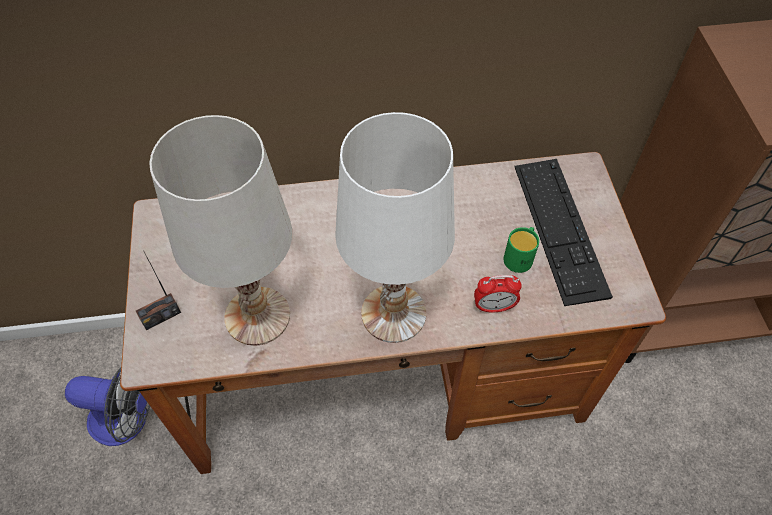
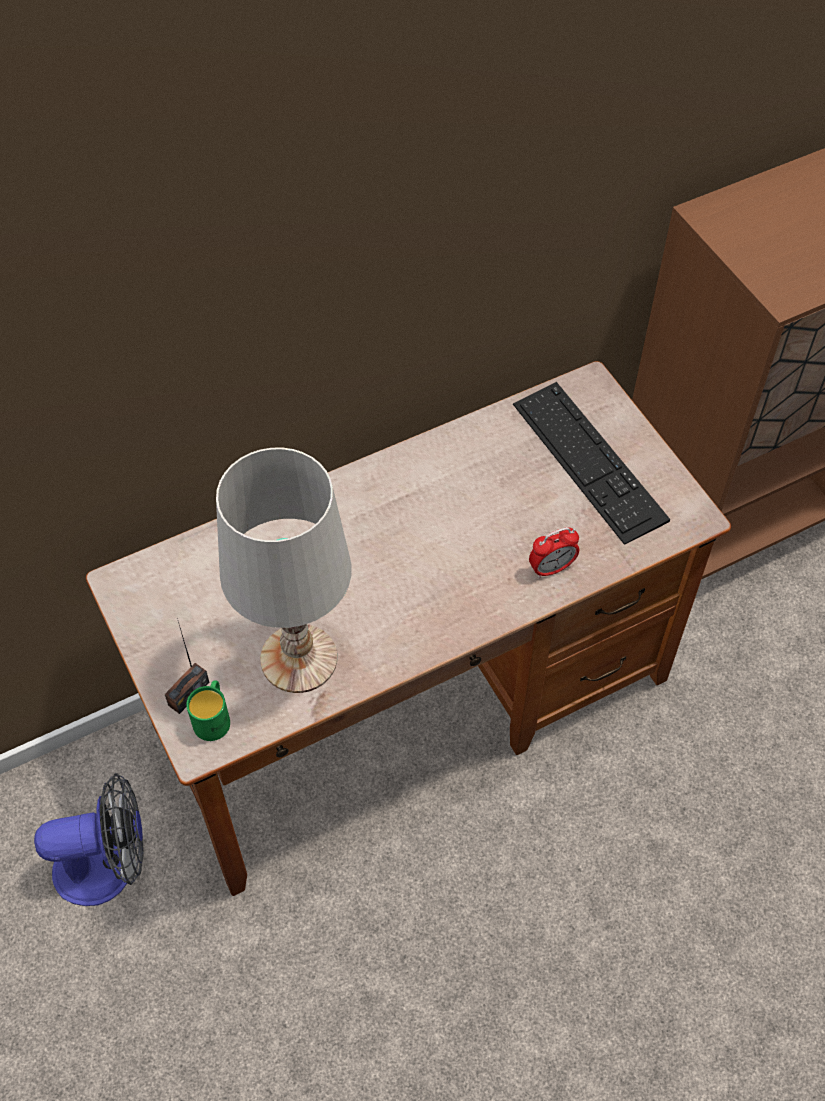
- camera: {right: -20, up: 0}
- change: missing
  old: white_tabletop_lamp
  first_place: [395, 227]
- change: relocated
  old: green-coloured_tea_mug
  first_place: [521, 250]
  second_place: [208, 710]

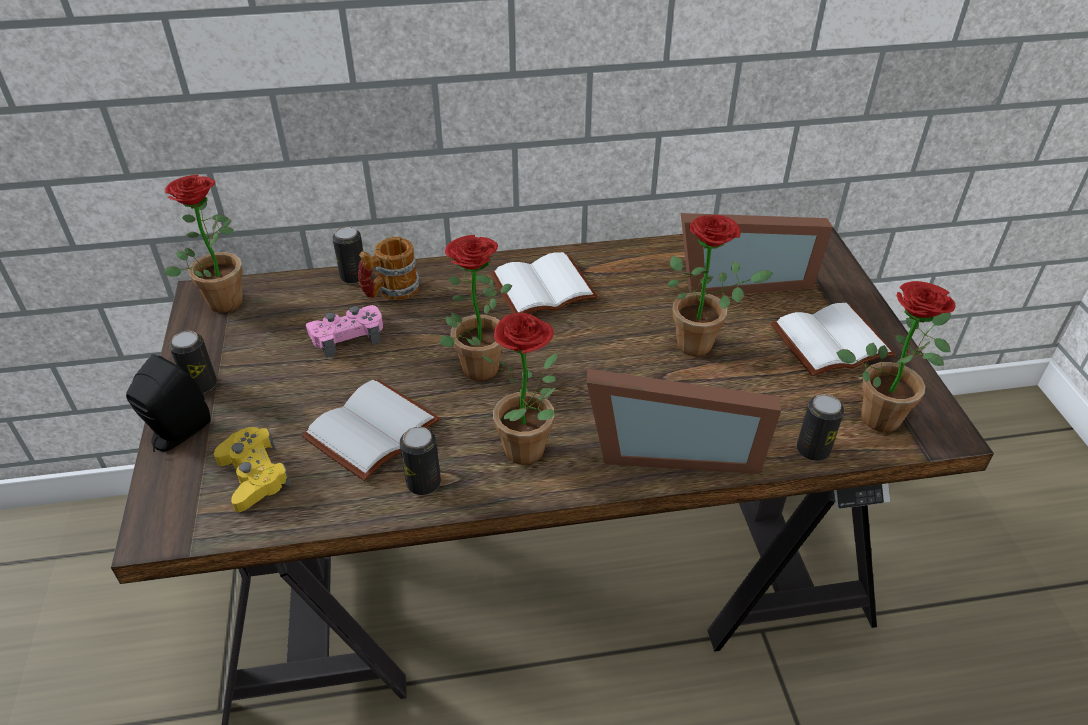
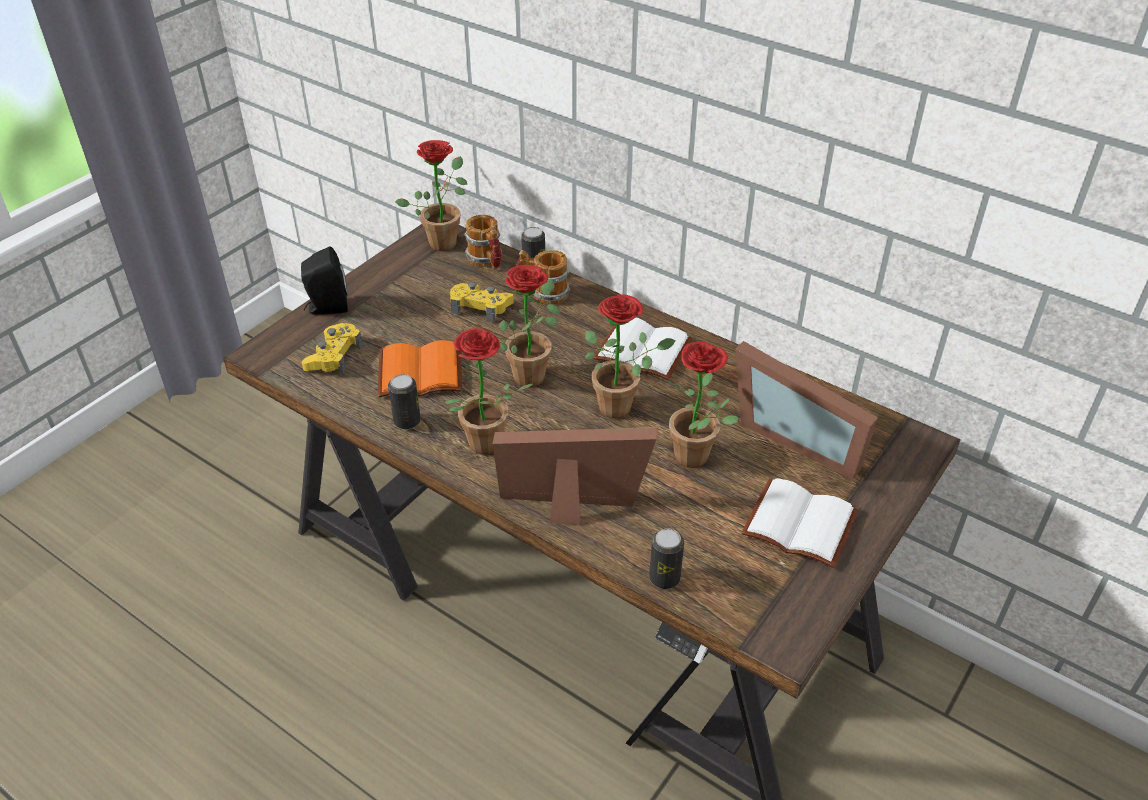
- camera: {right: 45, up: 0}
- change: missing
  old: sealed_can
  first_place: [193, 362]
- change: colour
  old: white_bound_book
  new: orangey_bound_book
  first_place: [370, 430]
  second_place: [420, 368]
- change: colour
  old: pinkish_gamepad
  new: yellow_gamepad
  first_place: [344, 331]
  second_place: [482, 302]
- change: spun
  old: picture_frame
  first_place: [684, 421]
  second_place: [575, 476]
  degrees: 135
- change: relocated
  old: potted_plant
  first_place: [896, 356]
  second_place: [630, 356]
- change: appeared
  new: tea_mug
  second_place: [483, 242]

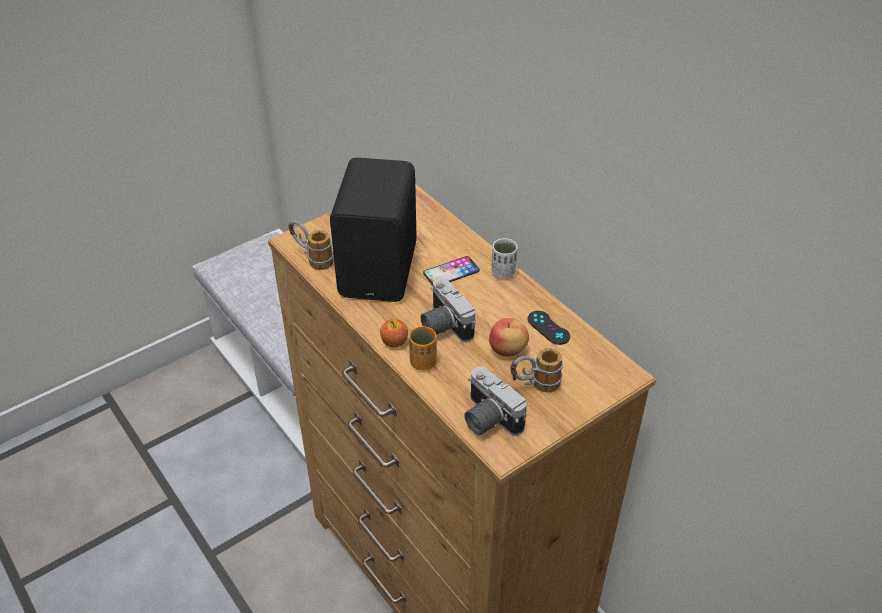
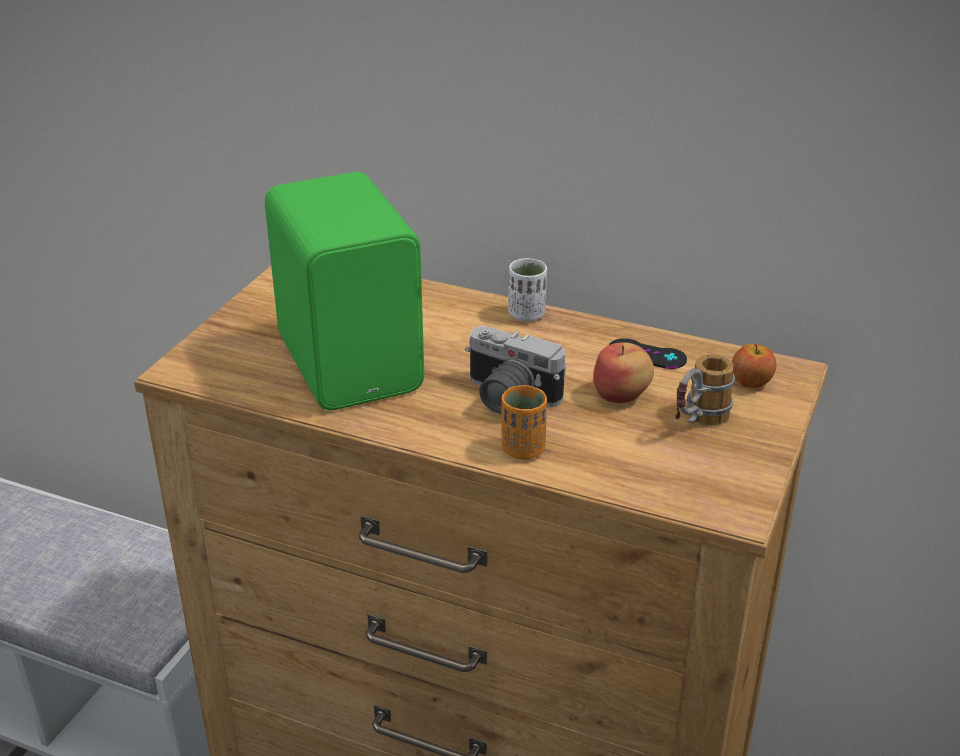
- camera: {right: -30, up: -10}
- change: missing
  old: tea_mug
  first_place: [311, 245]
- change: colour
  old: black_audio_speaker
  new: green-coloured_audio_speaker
  first_place: [373, 230]
  second_place: [344, 291]
- change: relocated
  old: whole_apple
  first_place: [394, 333]
  second_place: [754, 365]
- change: missing
  old: handset
  first_place: [451, 271]
- change: missing
  old: still_camera
  first_place: [495, 401]

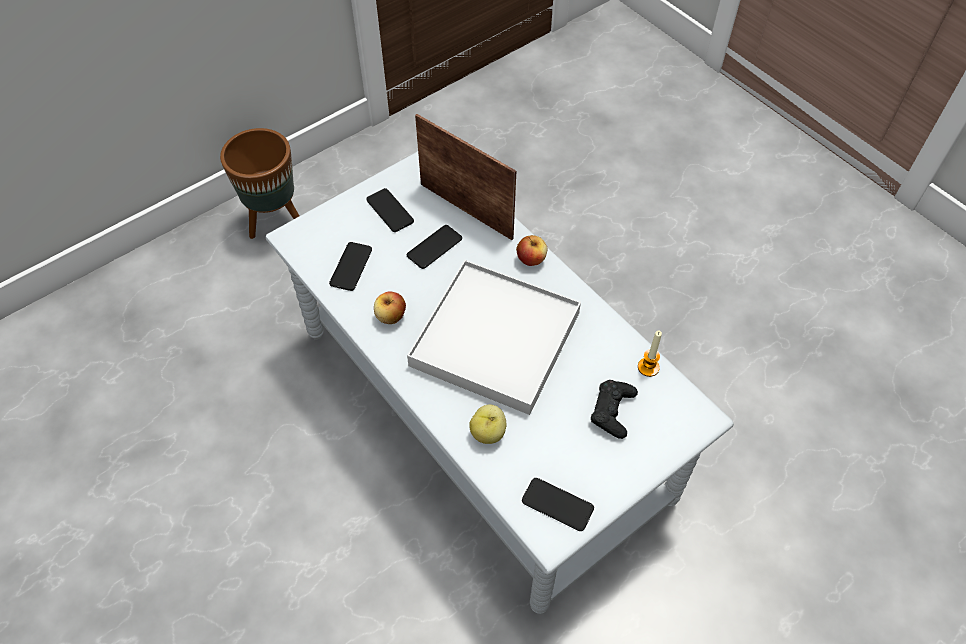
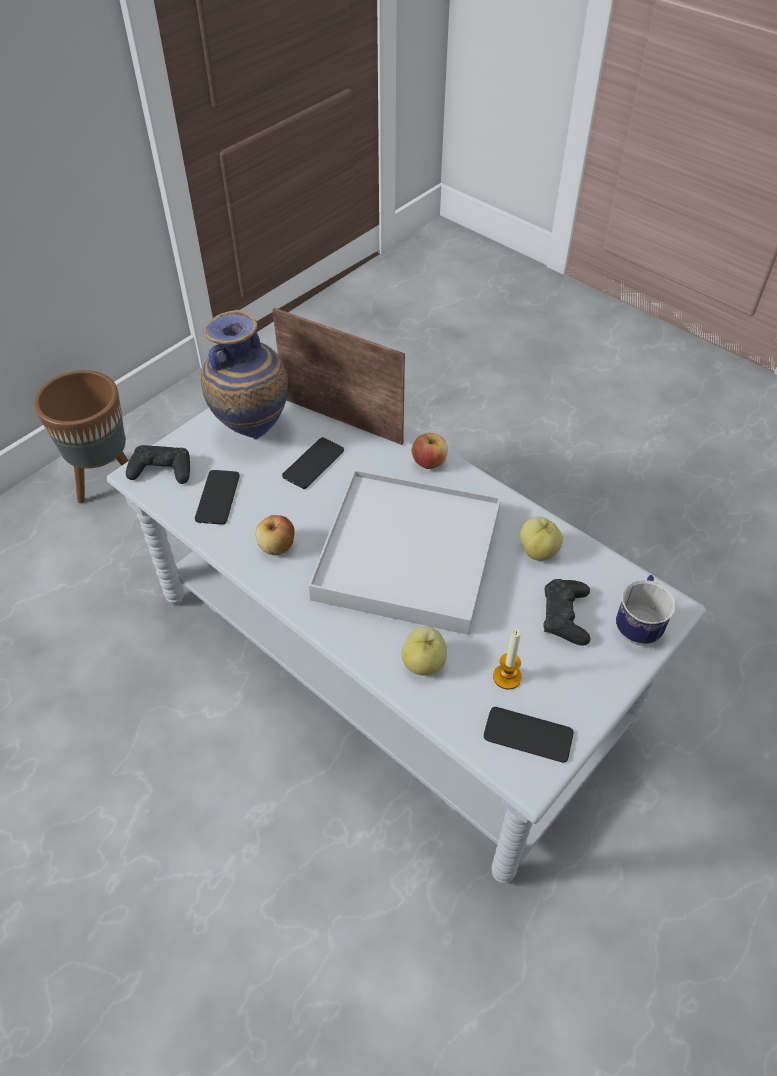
- camera: {right: -10, up: -5}
- change: exchanged
  old: handset
  new: decorative_vase
  first_place: [390, 210]
  second_place: [244, 375]
- change: relocated
  old: candle
  first_place: [650, 353]
  second_place: [507, 659]
- change: appeared
  new: black_gamepad
  second_place: [158, 464]
- change: appeared
  new: whole_apple
  second_place: [541, 539]
- change: appeared
  new: tea_mug
  second_place: [646, 610]

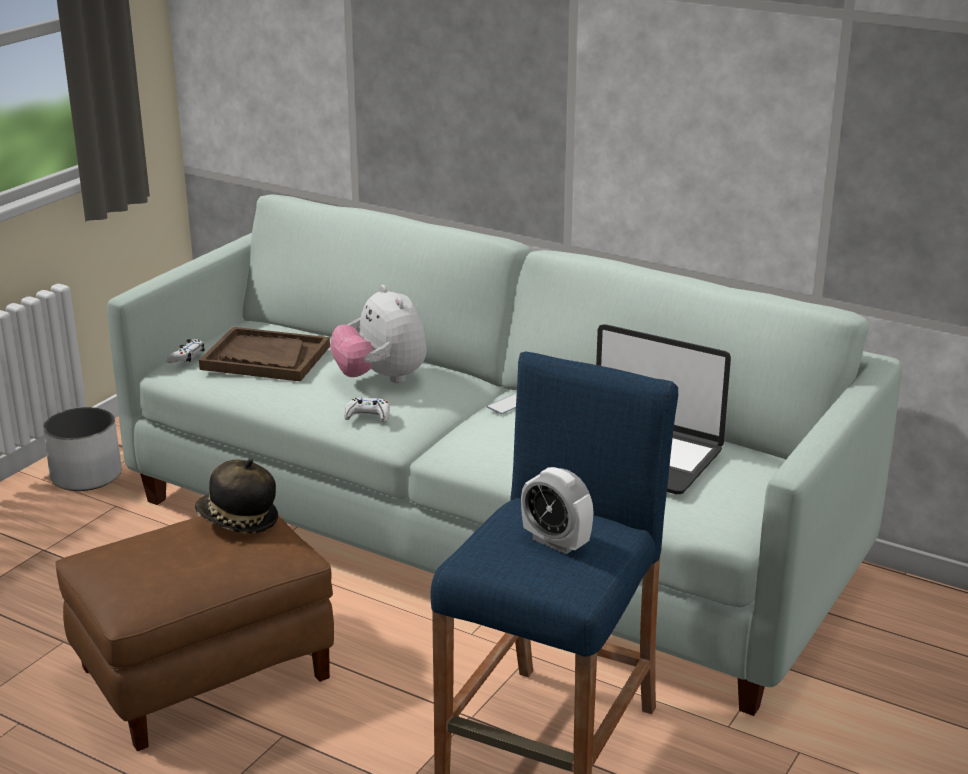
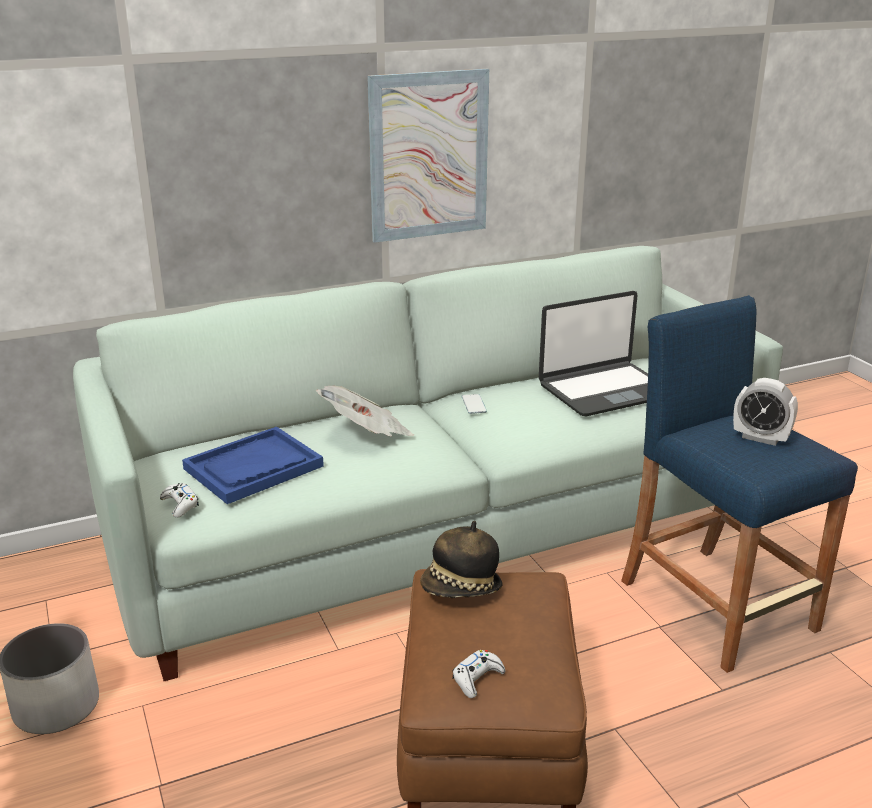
- camera: {right: -55, up: 0}
- change: colour
  old: brown_tray
  new: bluish_tray
  first_place: [264, 354]
  second_place: [253, 465]
- change: exchanged
  old: soft_toy
  new: printed_paper
  first_place: [379, 334]
  second_place: [365, 411]
- change: relocated
  old: white_gamepad
  first_place: [367, 410]
  second_place: [478, 674]
- change: spun
  old: table_clock
  first_place: [557, 510]
  second_place: [765, 412]
  degrees: 45
- change: appeared
  new: wall_art
  second_place: [428, 156]

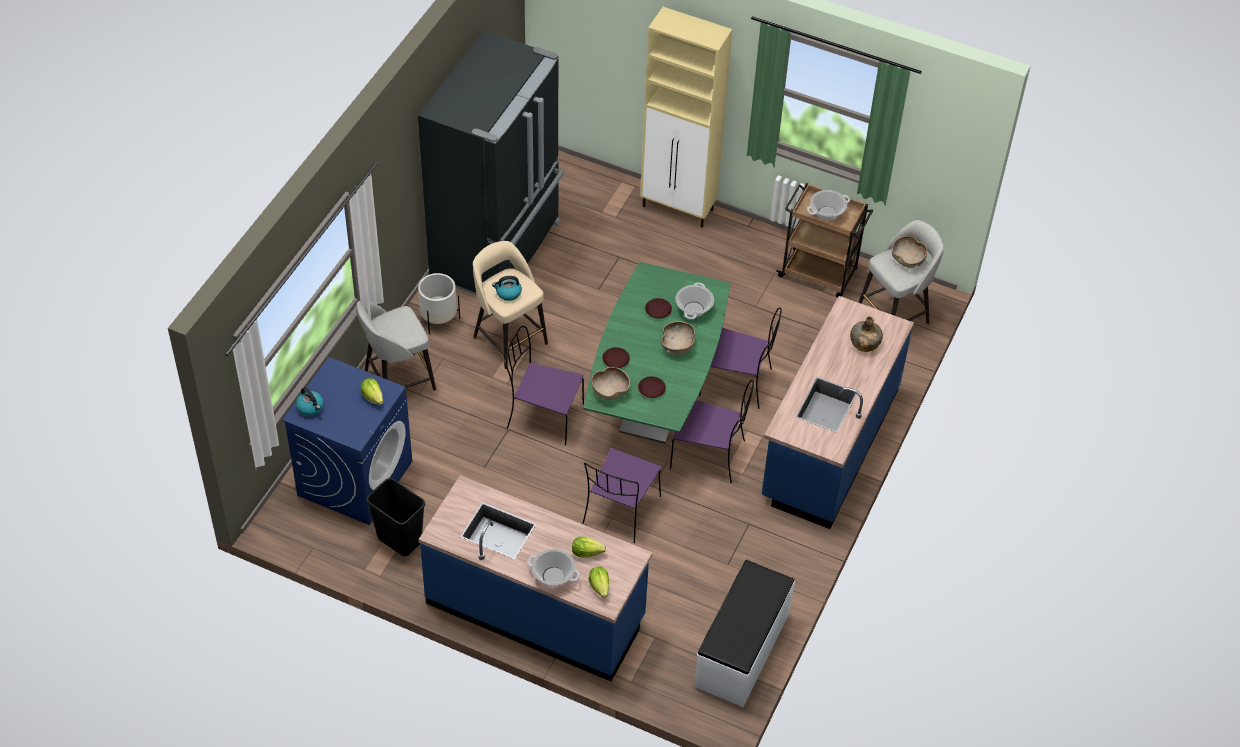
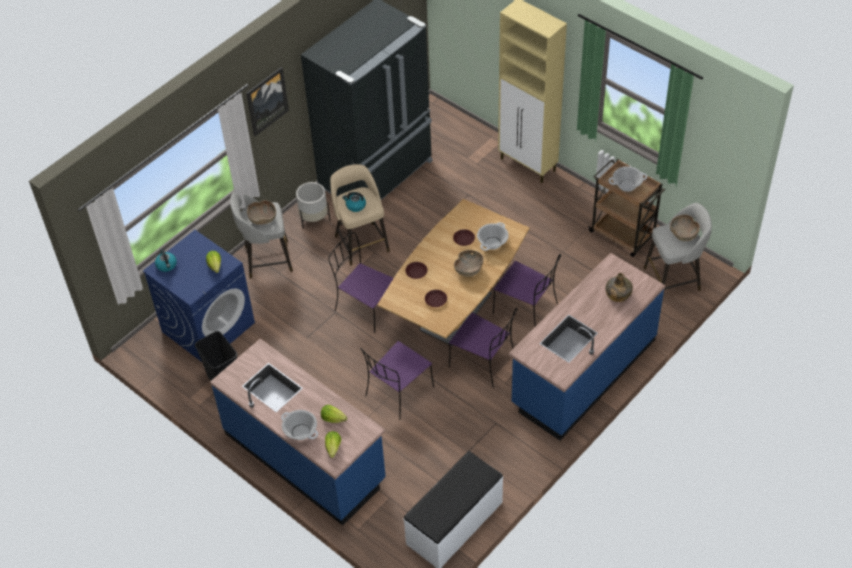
- camera: {right: 20, up: 0}
- change: colour
  old: green-coloured_dining_table
  new: brown_dining_table
  first_place: [656, 352]
  second_place: [453, 272]
- change: relocated
  old: brown_serving_bowl
  first_place: [610, 383]
  second_place: [261, 212]
- change: appeared
  new: wall_art
  second_place: [267, 101]

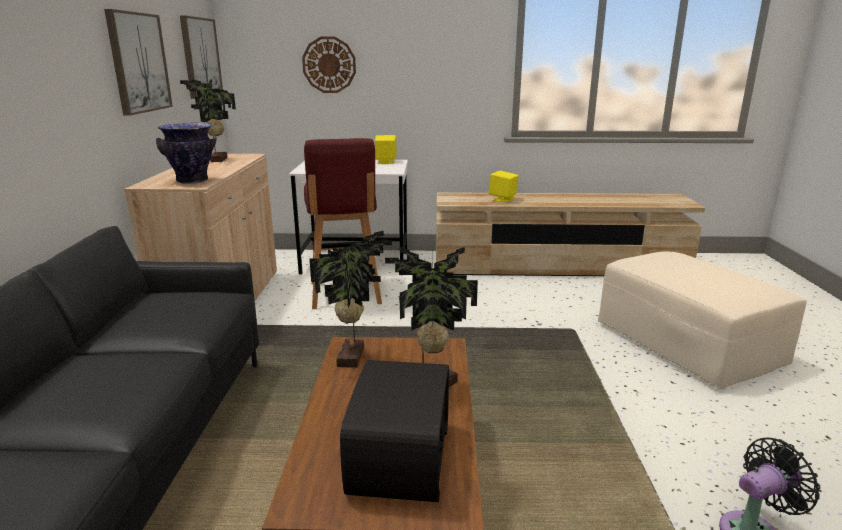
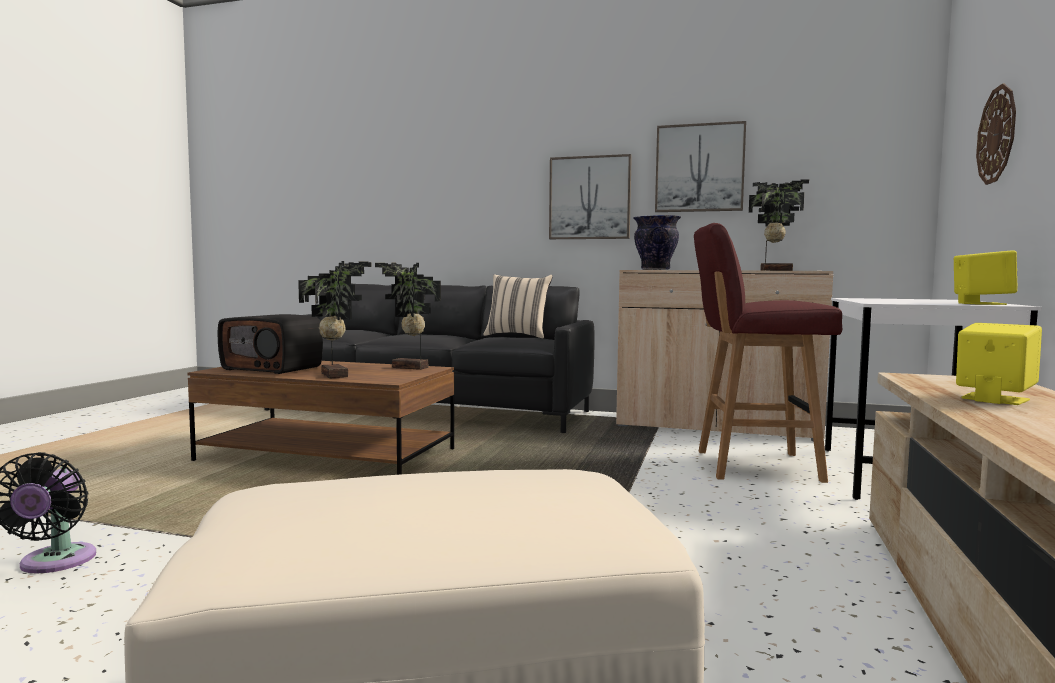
- camera: {right: 105, up: -15}
- change: relocated
  old: wall_art
  first_place: [201, 57]
  second_place: [590, 196]
- change: appeared
  new: sand-coloured_cushion
  second_place: [518, 306]

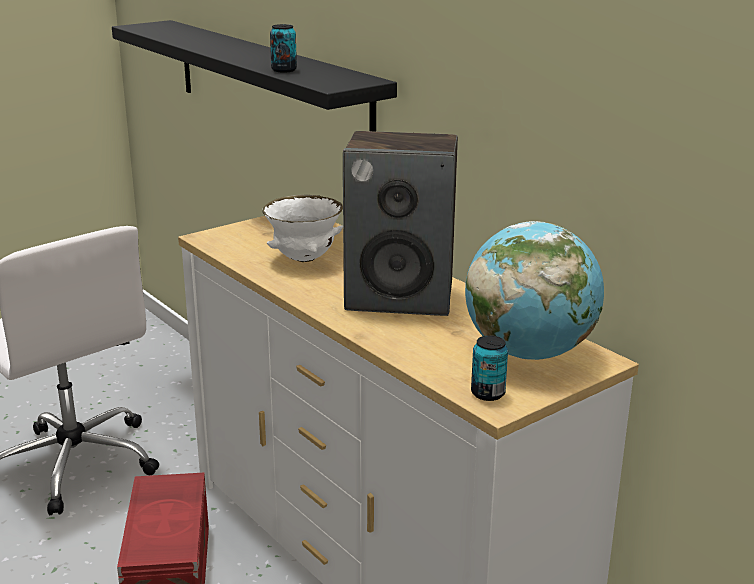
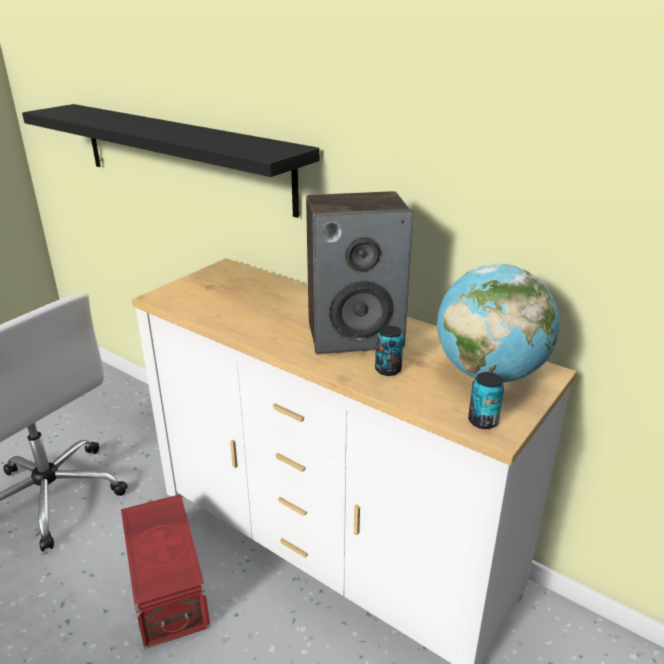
- camera: {right: -15, up: 5}
- change: missing
  old: white_serving_bowl
  first_place: [302, 228]
- change: relocated
  old: sealed_can
  first_place: [283, 48]
  second_place: [389, 350]

